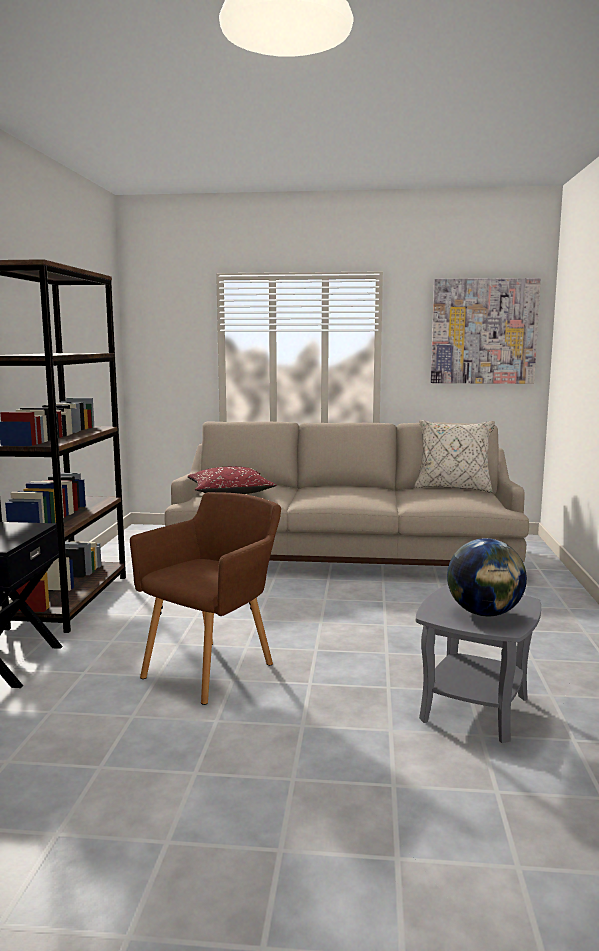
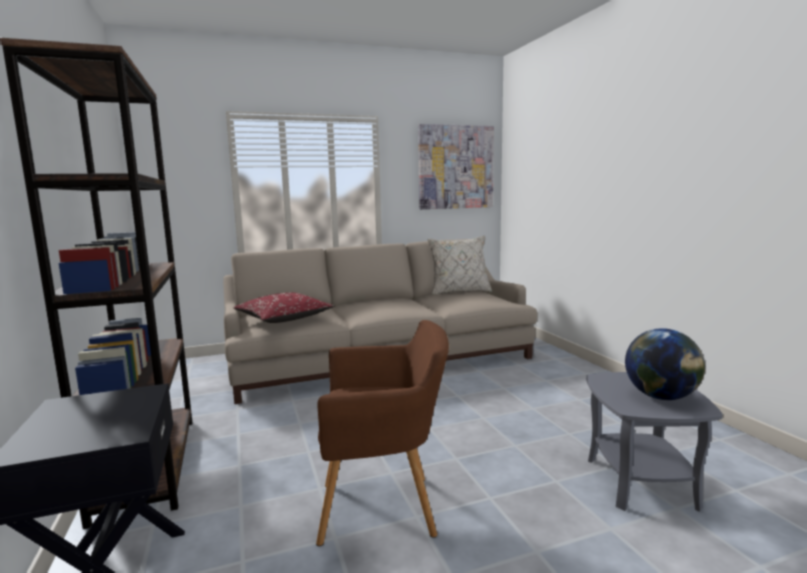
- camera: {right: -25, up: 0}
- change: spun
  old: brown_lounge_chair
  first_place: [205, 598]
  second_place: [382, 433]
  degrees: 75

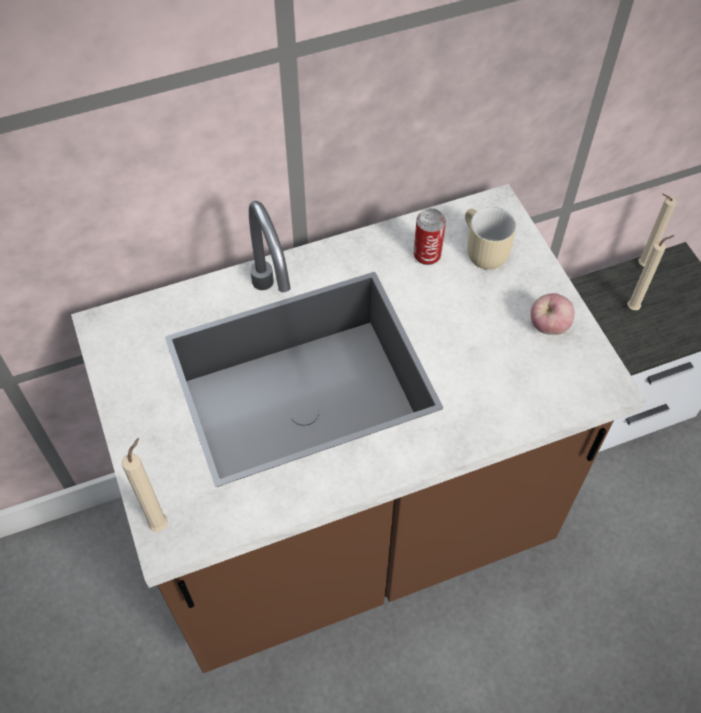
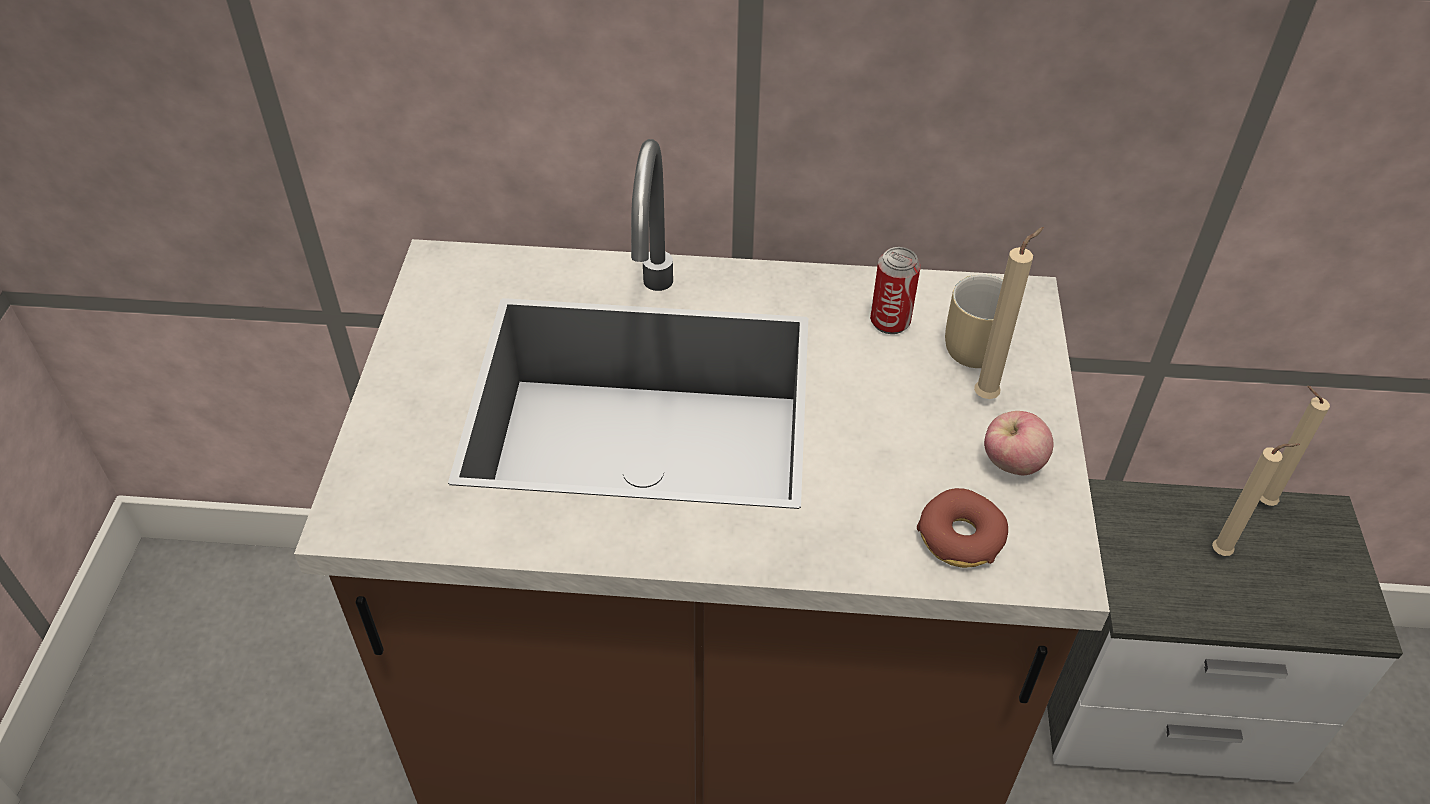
- camera: {right: 25, up: -10}
- change: relocated
  old: sand-coloured_candle
  first_place: [145, 485]
  second_place: [1009, 313]
- change: appeared
  new: ring_doughnut
  second_place: [962, 528]

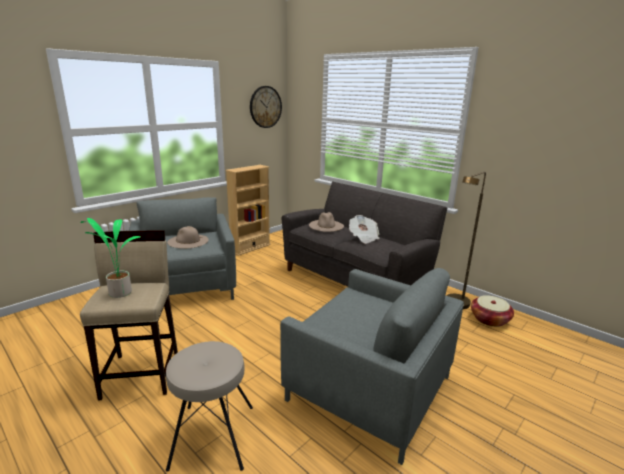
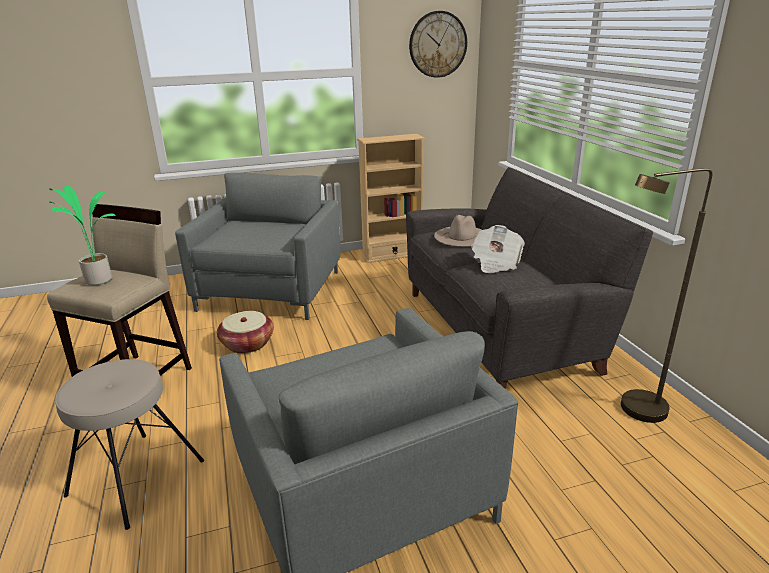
- camera: {right: 30, up: 5}
- change: missing
  old: sand-coloured_wearable_hat
  first_place: [188, 237]
- change: relocated
  old: basket
  first_place: [492, 311]
  second_place: [245, 332]

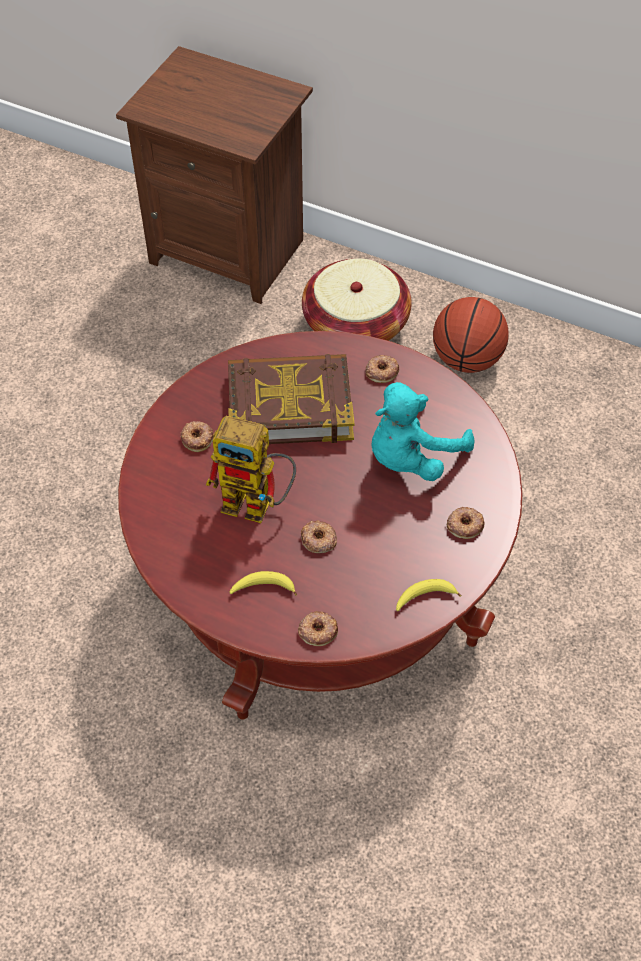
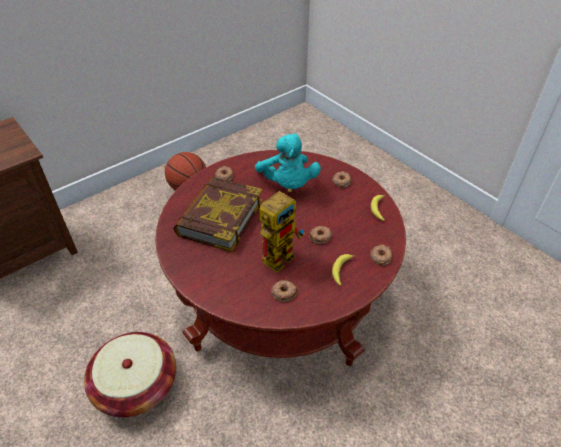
- camera: {right: -65, up: -10}
- change: relocated
  old: ring_doughnut
  first_place: [197, 436]
  second_place: [284, 291]
- change: relocated
  old: basket
  first_place: [357, 299]
  second_place: [130, 374]

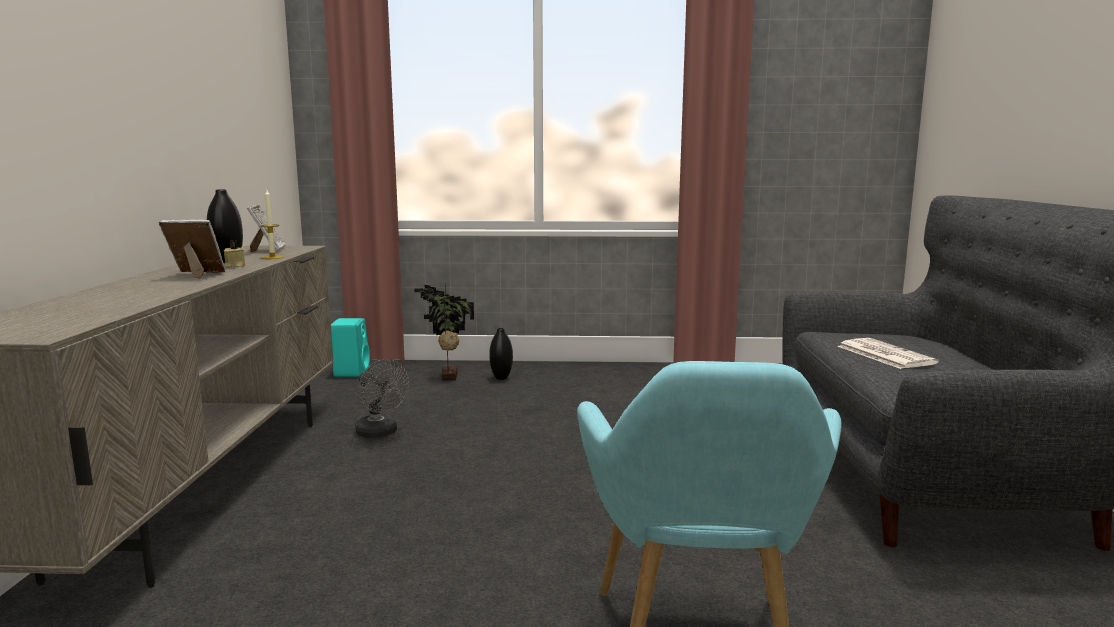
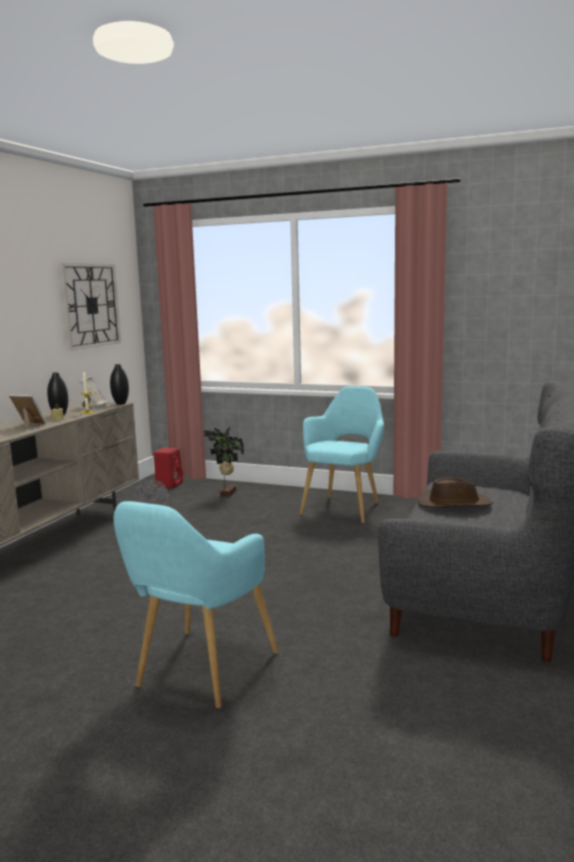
- camera: {right: 20, up: 0}
- change: colour
  old: blue-green_audio_speaker
  new: reddish_audio_speaker
  first_place: [350, 347]
  second_place: [168, 468]
- change: relocated
  old: black_decorative_vase
  first_place: [501, 354]
  second_place: [119, 384]
- change: exchanged
  old: printed_paper
  new: brown_wearable_hat
  first_place: [888, 353]
  second_place: [455, 492]
- change: appeared
  new: clock_on_the_wall
  second_place: [90, 307]
- change: appeared
  new: blue-green_lounge_chair
  second_place: [342, 454]

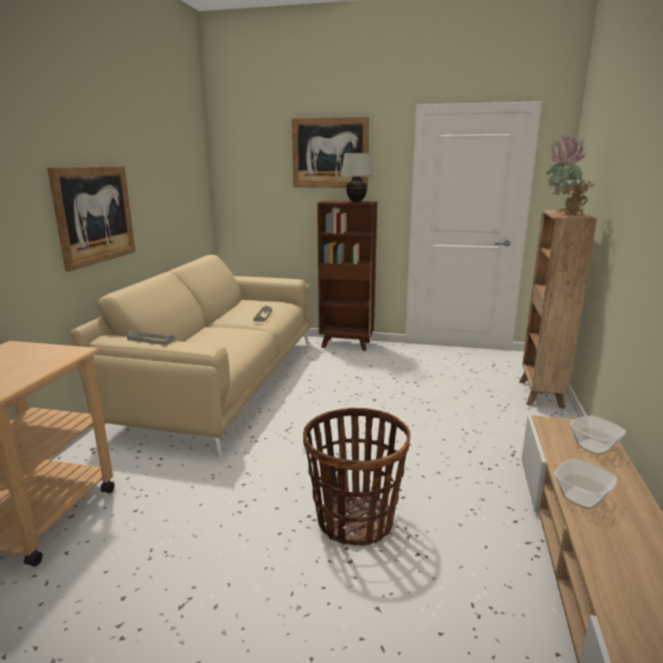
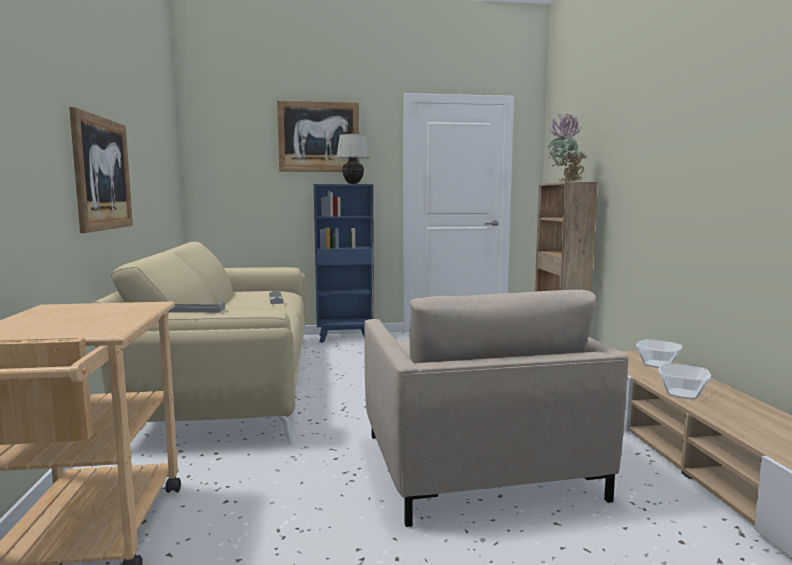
- camera: {right: -20, up: -10}
- change: exchanged
  old: basket
  new: sand-coloured_lounge_chair
  first_place: [356, 477]
  second_place: [496, 408]
- change: colour
  old: brown_shelving_unit
  new: bluish_shelving_unit
  first_place: [347, 275]
  second_place: [344, 263]

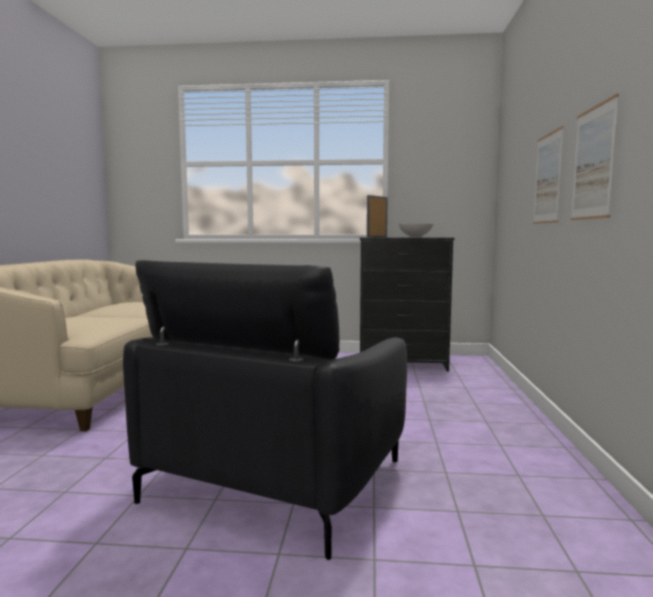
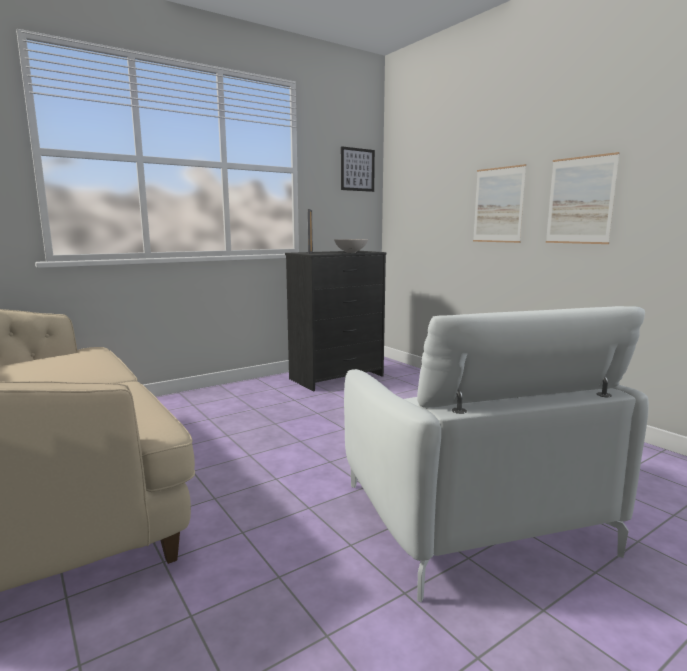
- camera: {right: -40, up: 5}
- change: colour
  old: black_lounge_chair
  new: white_lounge_chair
  first_place: [265, 410]
  second_place: [496, 454]
- change: appeared
  new: wall_art
  second_place: [358, 169]

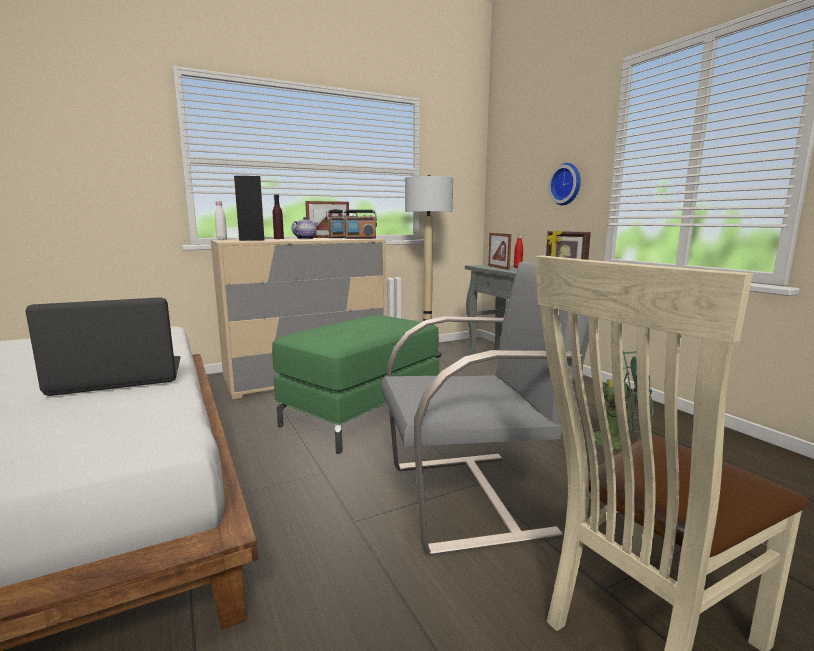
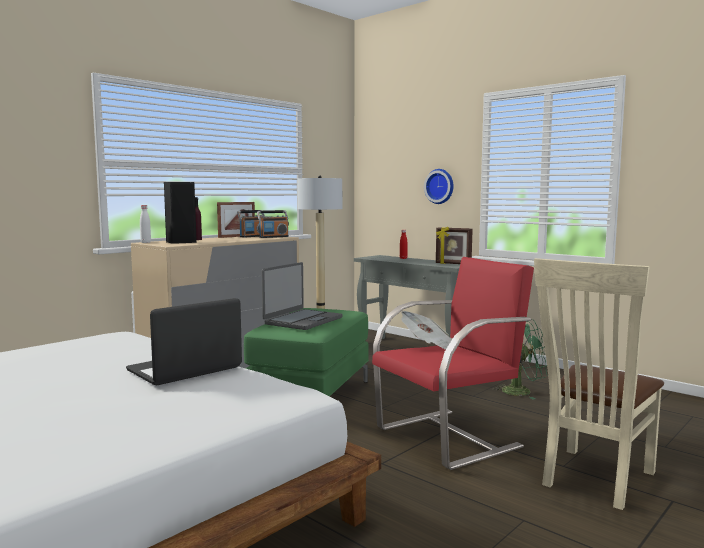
- camera: {right: -20, up: -5}
- change: missing
  old: pot_for_tea
  first_place: [304, 228]
- change: colour
  old: greyish_lounge_chair
  new: reddish_lounge_chair
  first_place: [484, 408]
  second_place: [453, 363]
- change: missing
  old: picture_frame
  first_place: [499, 251]
- change: appeared
  new: notebook_computer
  second_place: [302, 296]
- change: appeared
  new: printed_paper
  second_place: [426, 330]

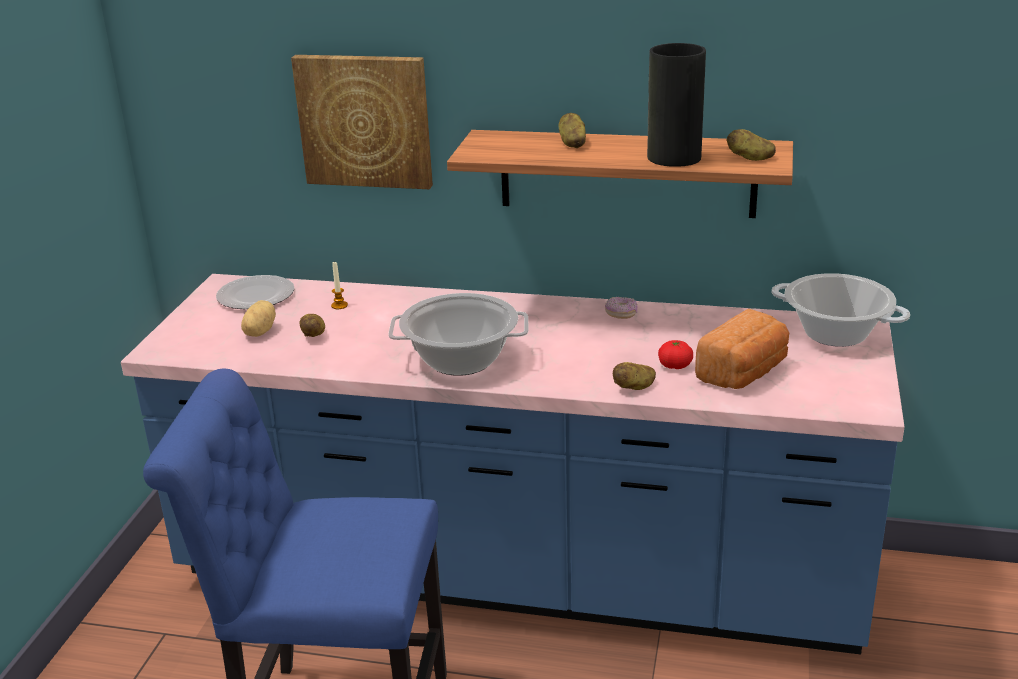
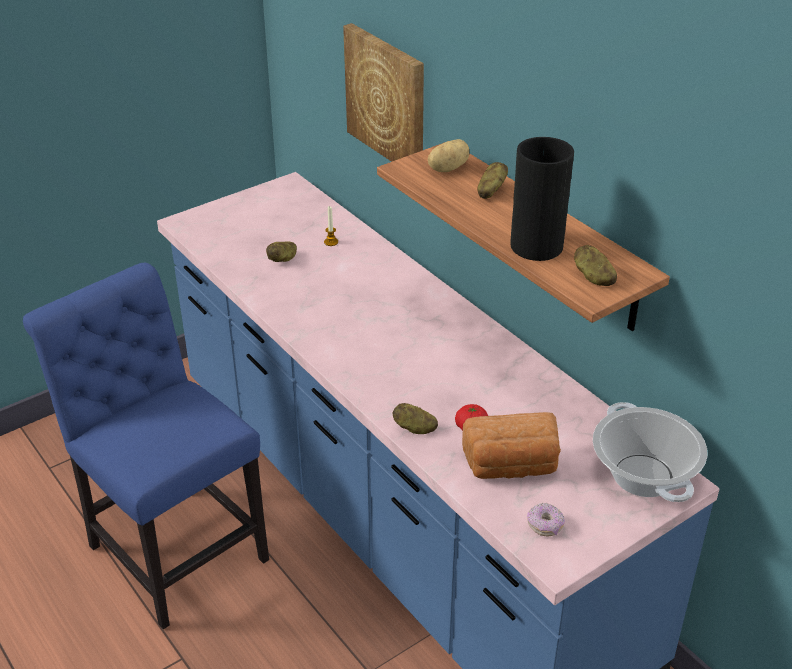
- camera: {right: 40, up: 10}
- change: missing
  old: dinner_plate
  first_place: [255, 292]
- change: relocated
  old: whole_potato
  first_place: [258, 318]
  second_place: [448, 155]
- change: missing
  old: cooking_pot
  first_place: [458, 334]
- change: relocated
  old: ring_doughnut
  first_place: [621, 308]
  second_place: [546, 519]

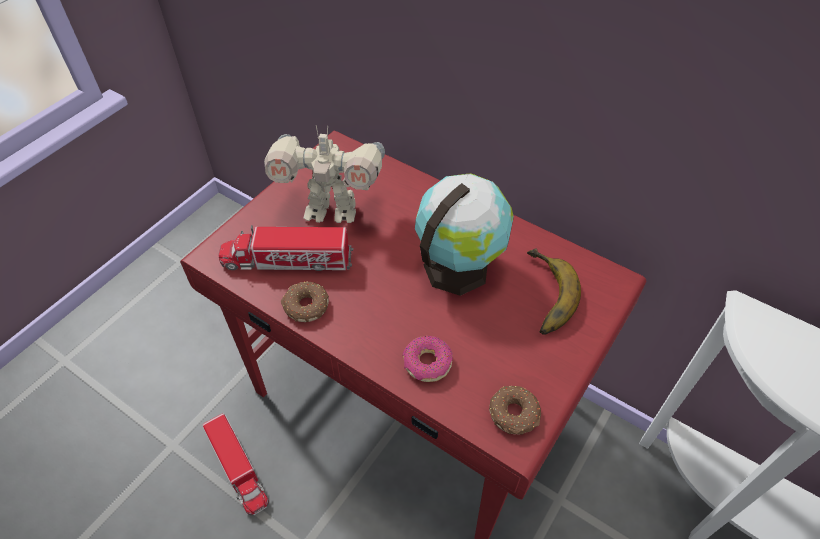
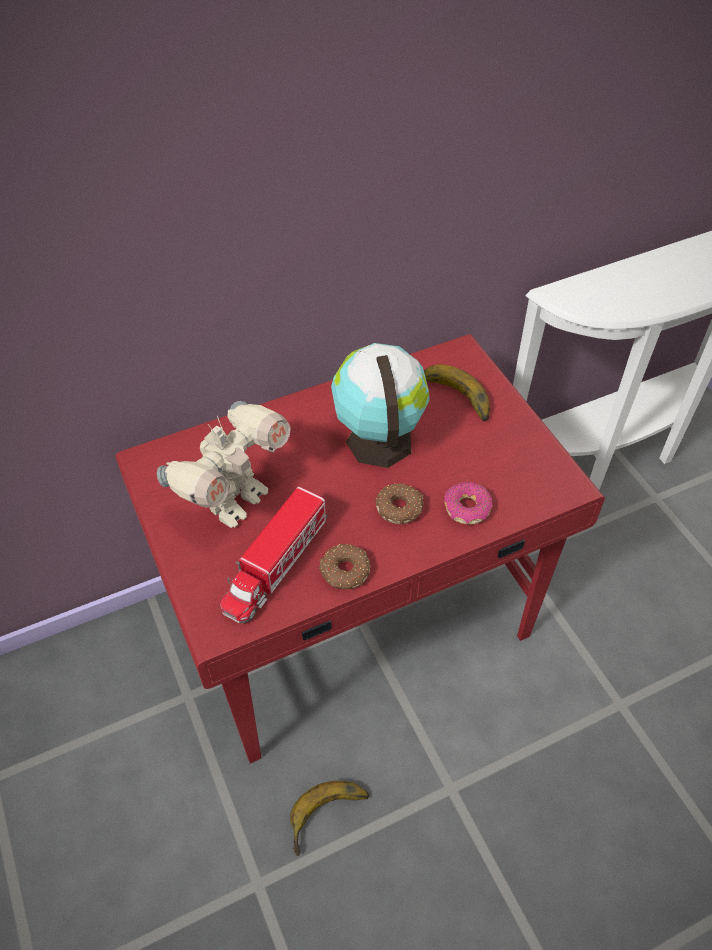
- camera: {right: -60, up: 0}
- change: exchanged
  old: toy_truck
  new: banana
  first_place: [236, 464]
  second_place: [329, 818]
- change: relocated
  old: ring_doughnut
  first_place: [515, 410]
  second_place: [399, 503]

